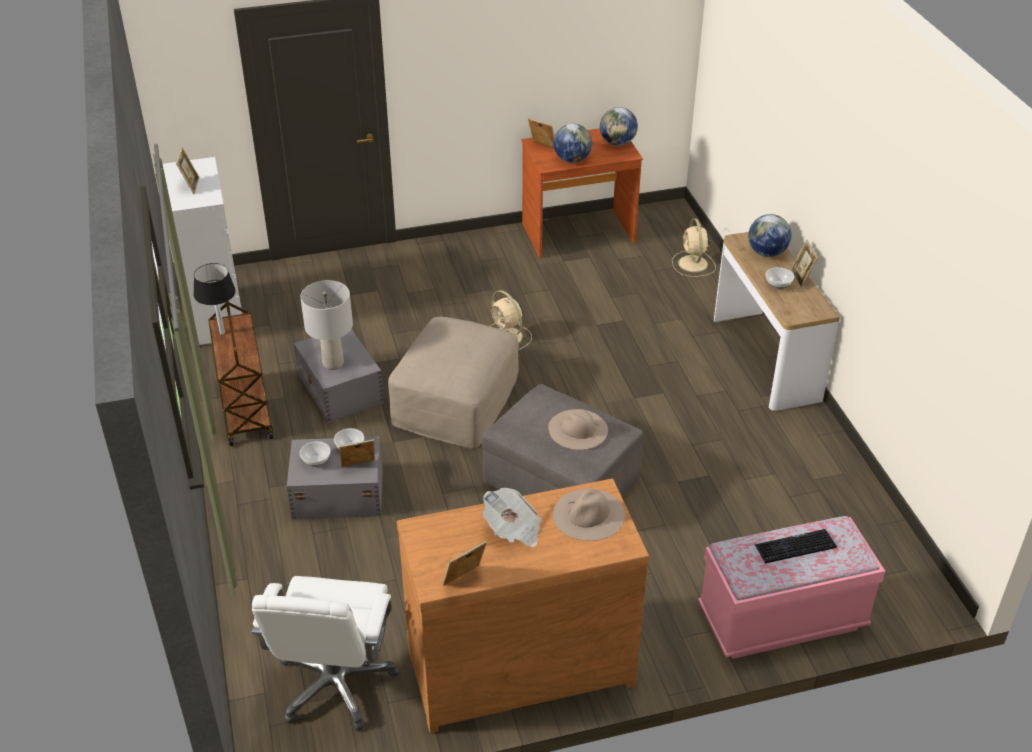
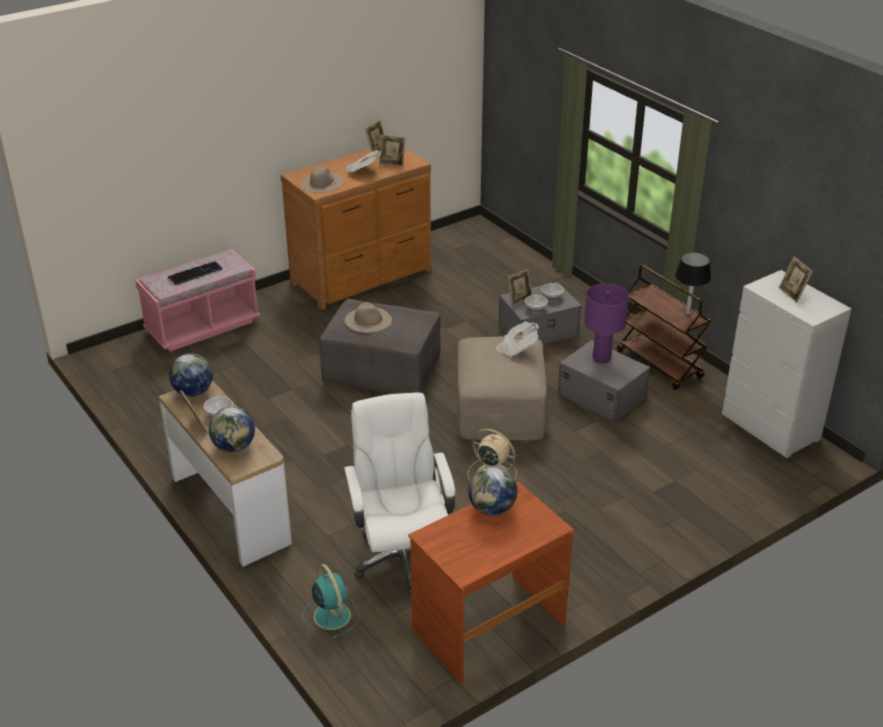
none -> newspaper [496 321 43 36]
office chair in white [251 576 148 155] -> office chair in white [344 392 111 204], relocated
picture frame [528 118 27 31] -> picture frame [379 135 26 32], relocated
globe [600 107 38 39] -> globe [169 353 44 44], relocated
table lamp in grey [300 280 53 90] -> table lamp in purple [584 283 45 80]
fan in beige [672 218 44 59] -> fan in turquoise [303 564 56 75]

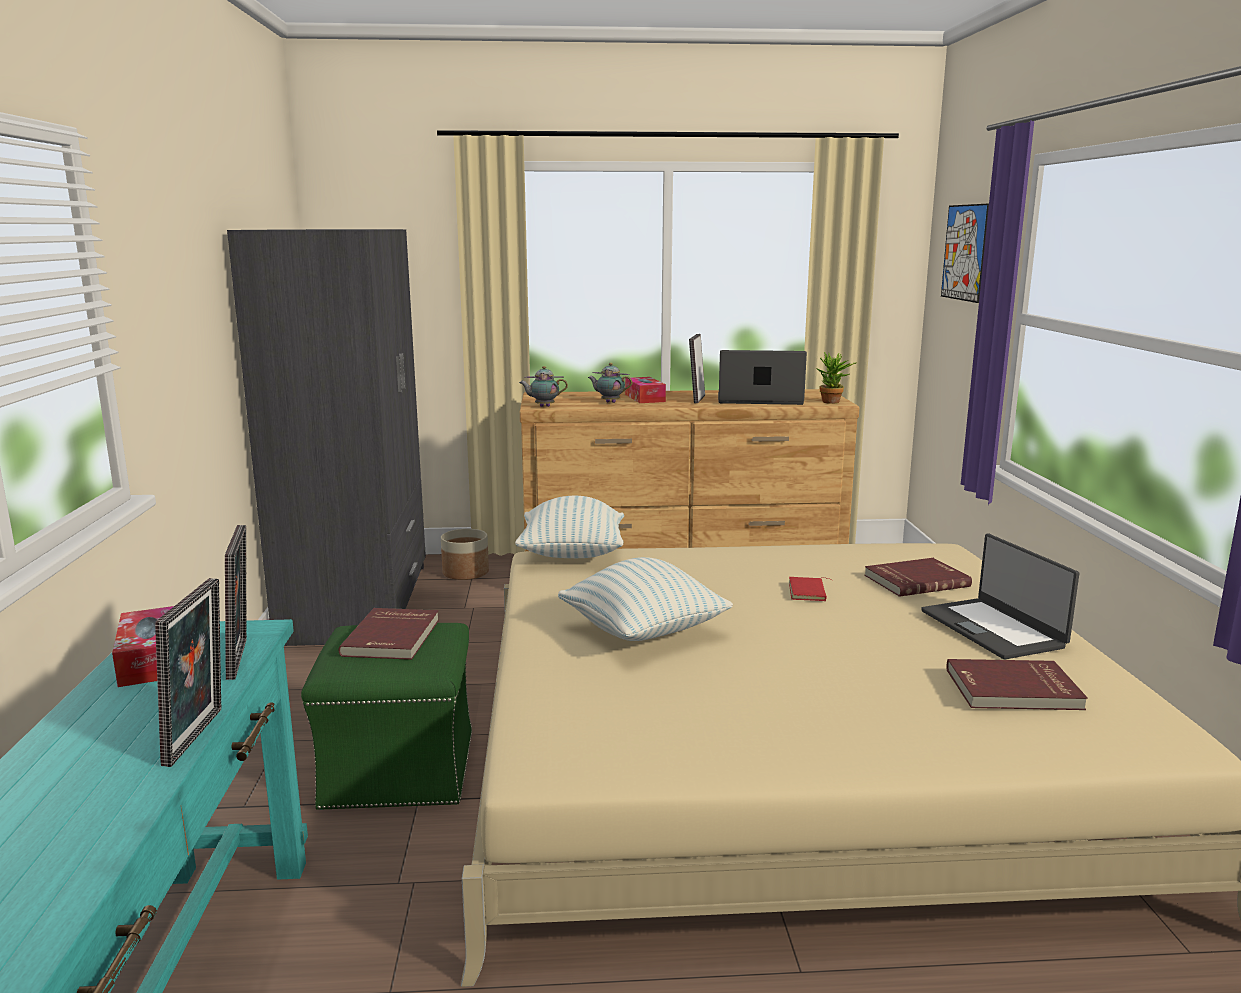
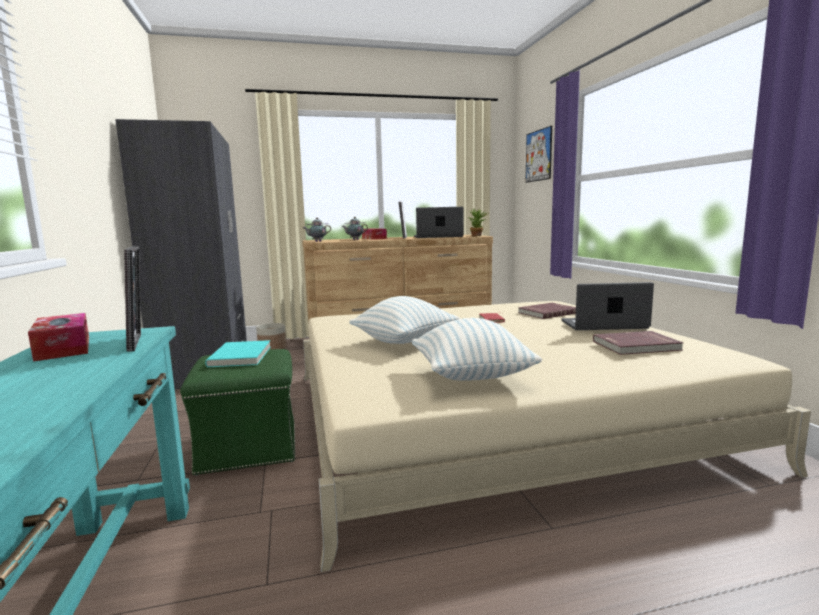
picture frame [155 578 67 189] -> none
pillow [515 496 109 62] -> pillow [412 318 130 63], relocated
book in red [338 608 101 52] -> book in turquoise [205 340 66 27]
laptop [921 534 158 125] -> laptop [562 282 92 48], 120 degrees clockwise

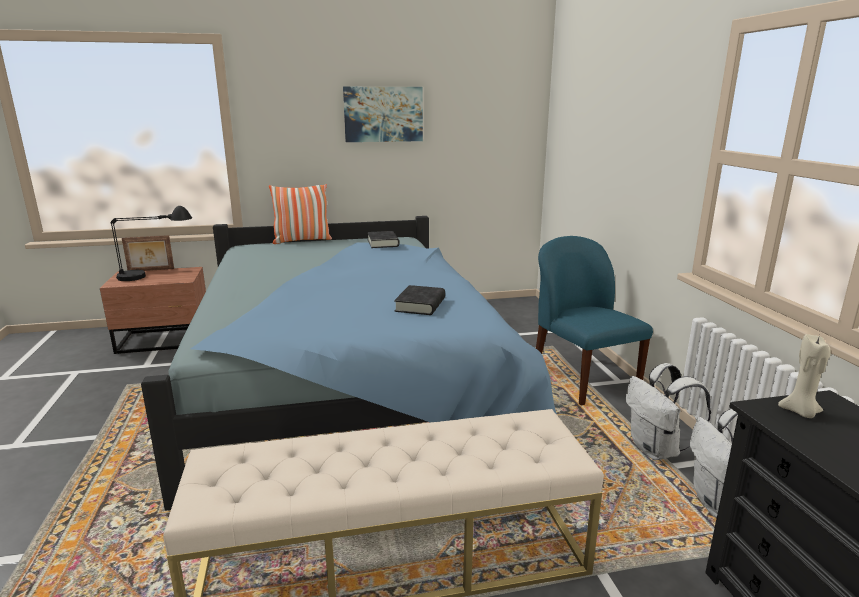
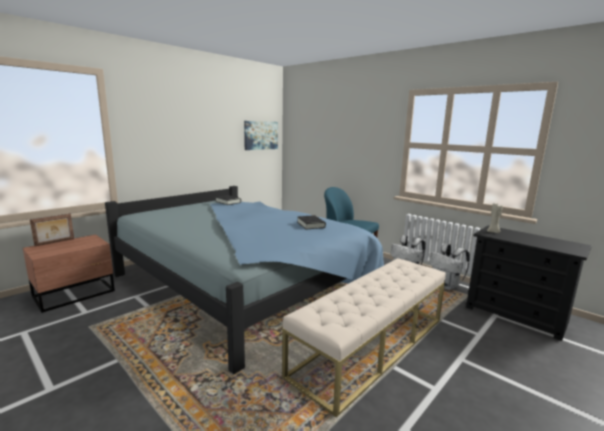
table lamp in black [111 206 81 75] -> none
pillow [269 184 63 60] -> none
picture [343 87 80 55] -> picture [244 121 34 29], relocated

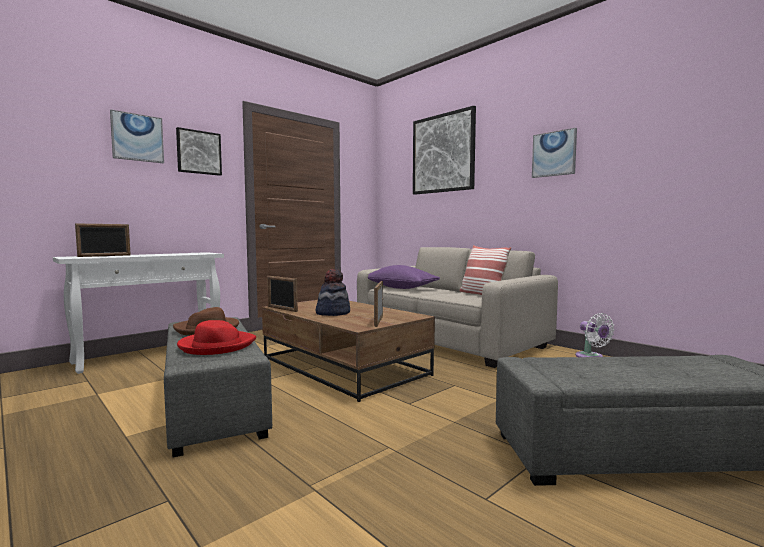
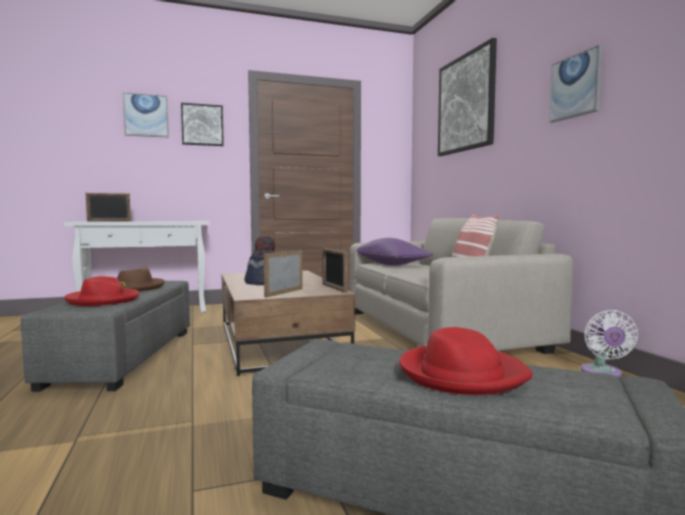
none -> hat in red [399 327 134 68]
picture frame [267 276 31 36] -> picture frame [323 248 25 45], relocated

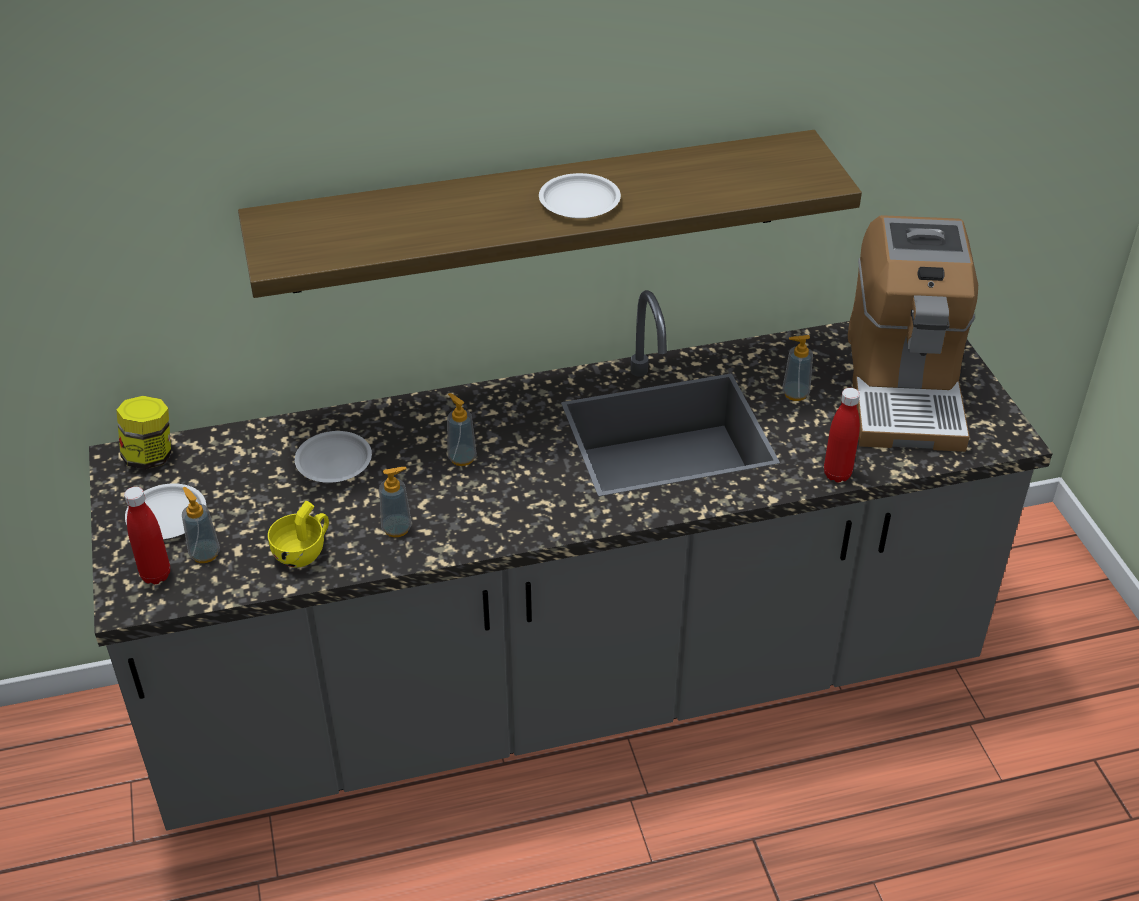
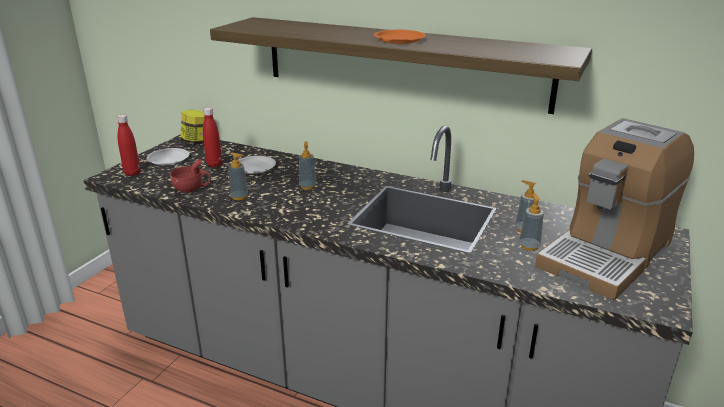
soap dispenser [182 487 38 76] -> soap dispenser [519 193 25 58], relocated
bottle in red [824 388 36 94] -> bottle in red [203 108 19 59], relocated
cup in yellow [268 501 61 66] -> cup in red [170 159 41 34]
plate in white [539 173 82 45] -> plate in orange [374 30 52 14]

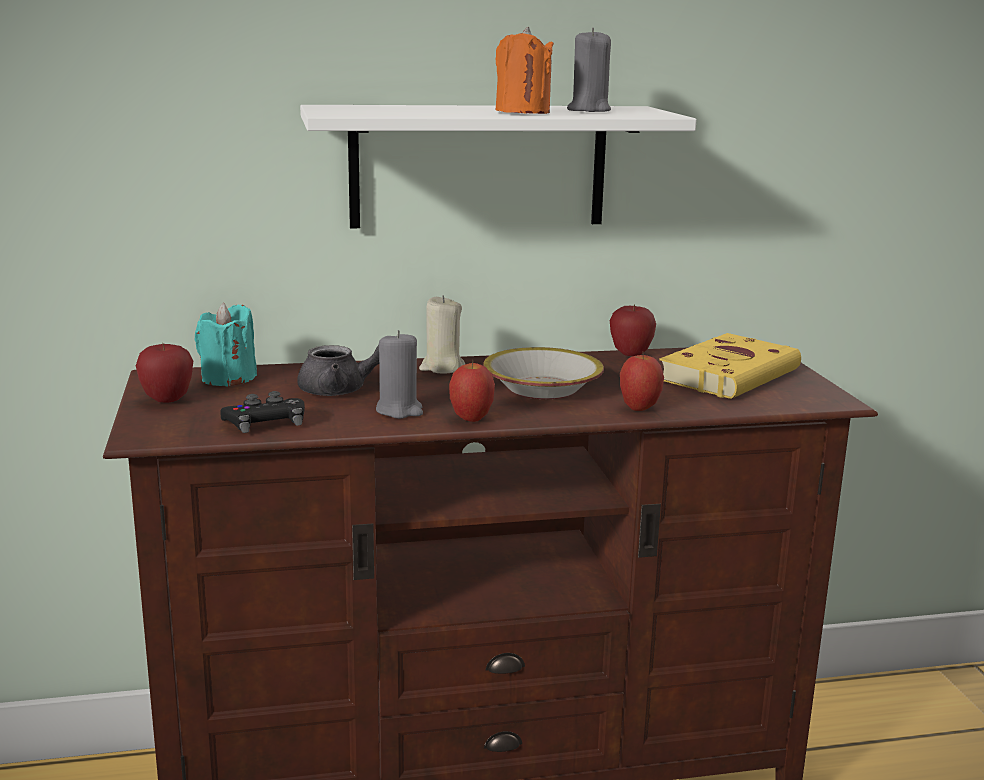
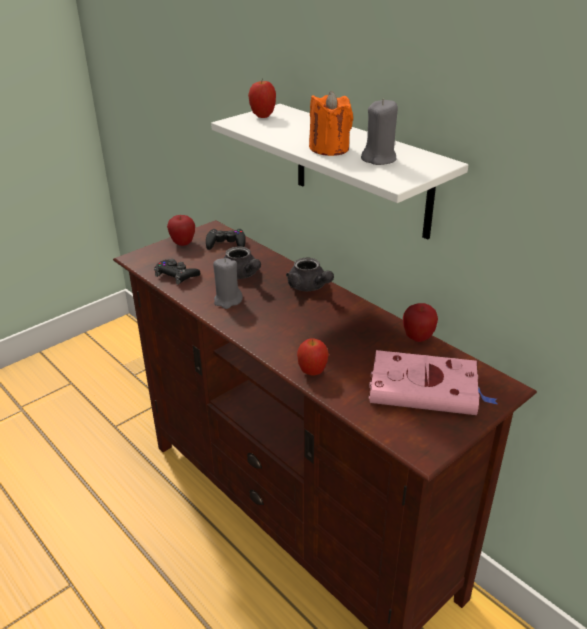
bowl [483 347 121 52] -> none
apple [449 360 46 62] -> apple [248 81 28 37], relocated
candle in turquoise [195 303 62 84] -> game controller in black [206 229 40 21]
candle in beige [419 295 46 78] -> teapot in grey [286 258 48 33]
book in yellow [659 333 142 66] -> book in pink [369 350 128 65]

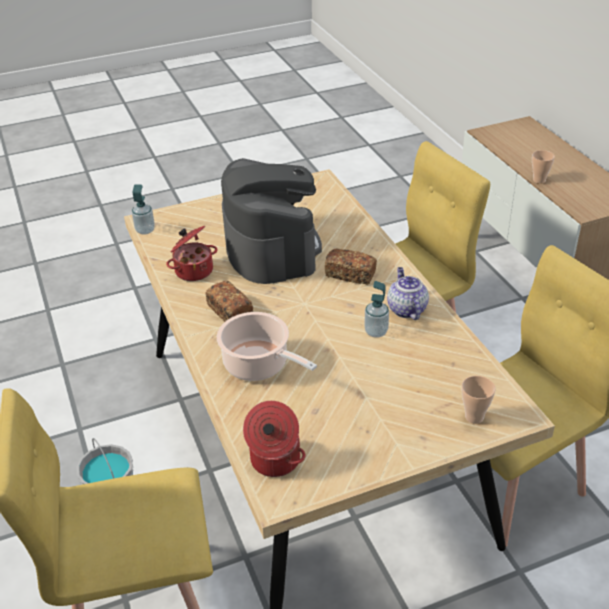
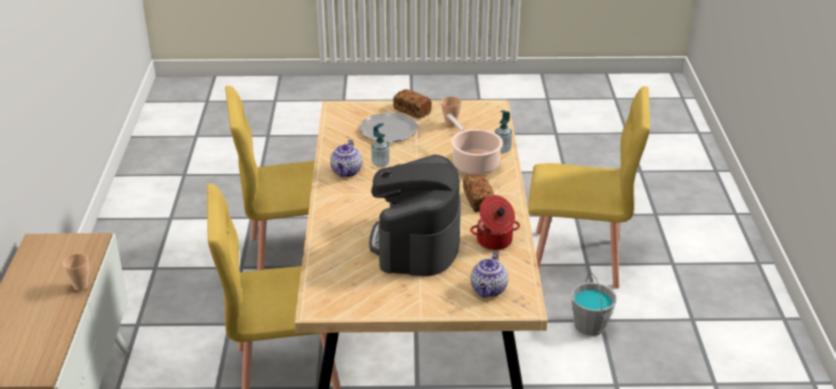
cooking pot [243 401 63 76] -> none
none -> plate [359 112 60 31]
none -> teapot [471 252 37 46]
soap dispenser [132 184 23 51] -> soap dispenser [495 110 17 43], relocated
bread [325 249 52 36] -> bread [393 89 39 30], relocated
cup [462 376 34 48] -> cup [441 97 21 31], relocated

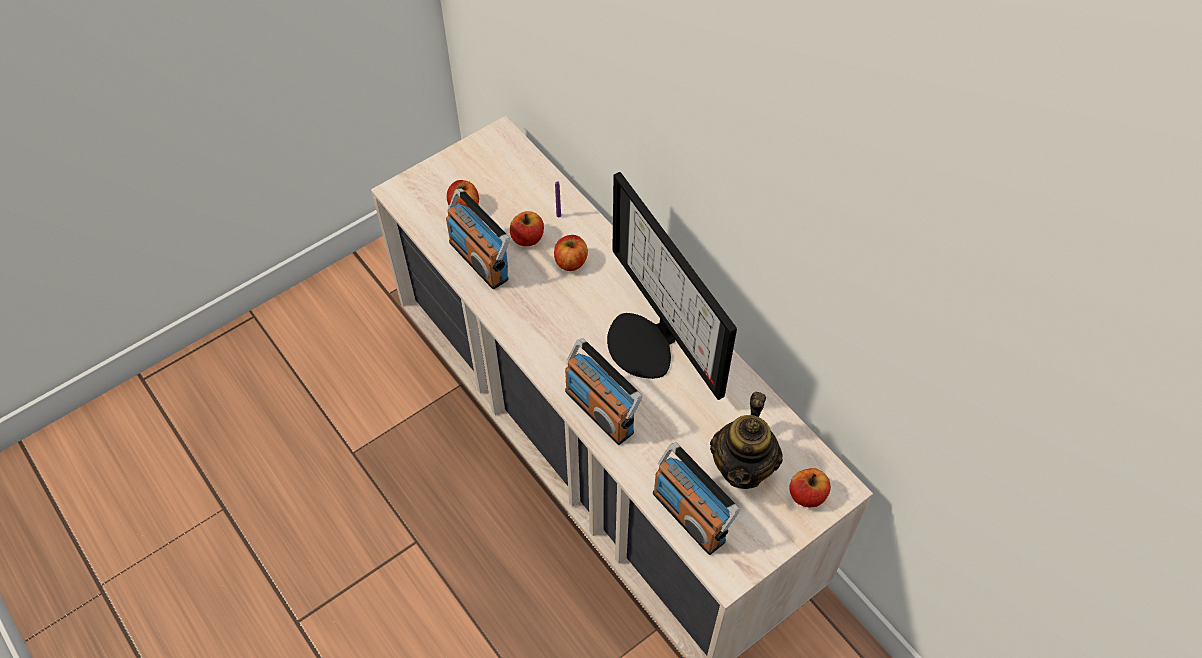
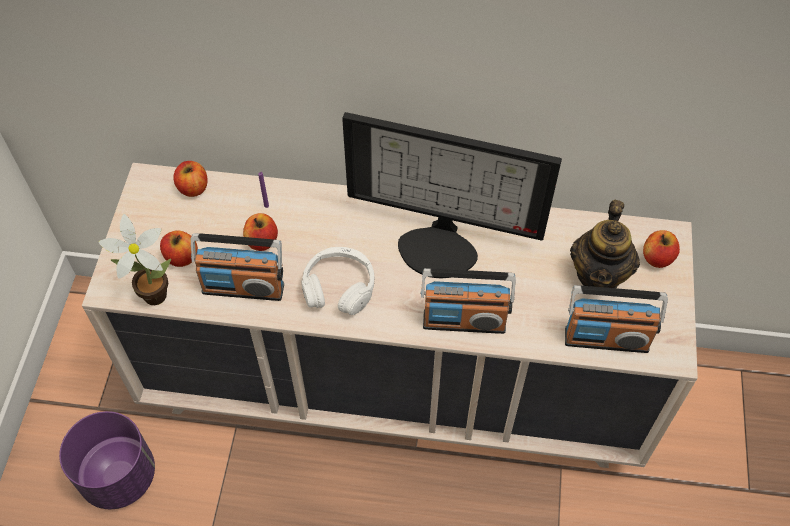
none -> planter in purple [59 411 96 98]
none -> potted plant [99 214 72 91]
none -> headphones in white [301 247 73 68]
apple [554 235 34 36] -> apple [174 161 33 36], relocated
teapot [710 392 73 97] -> teapot [570 200 70 88], 45 degrees clockwise

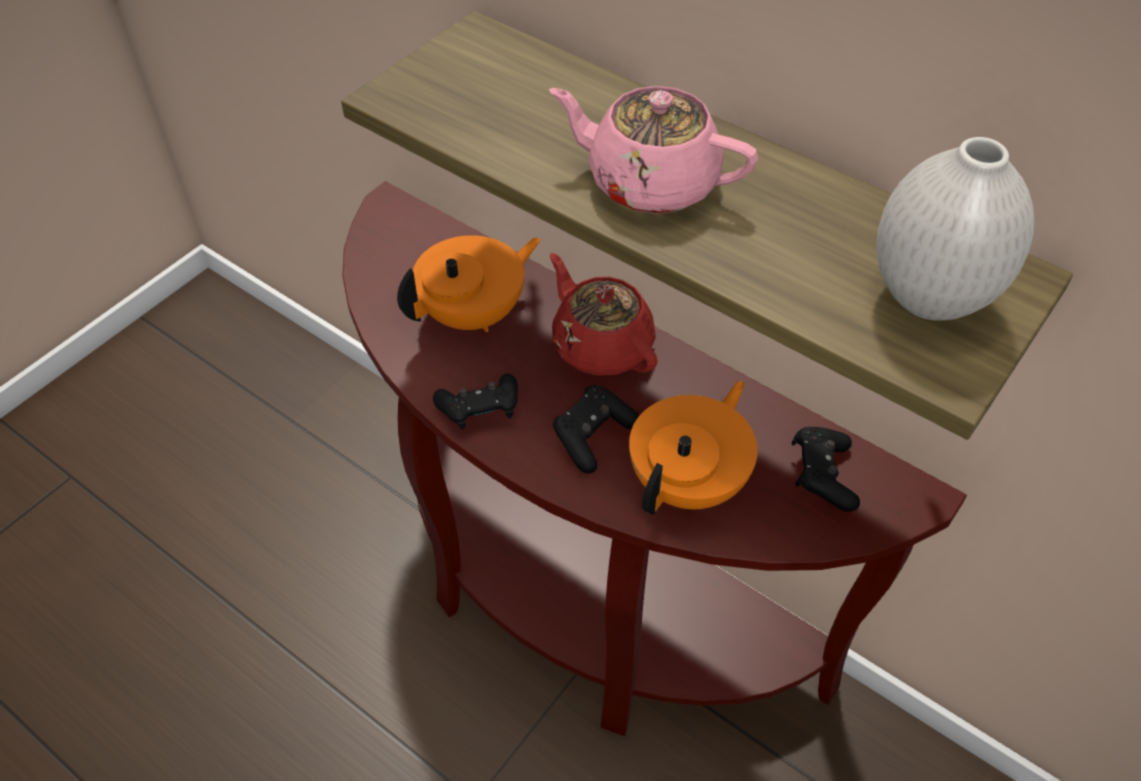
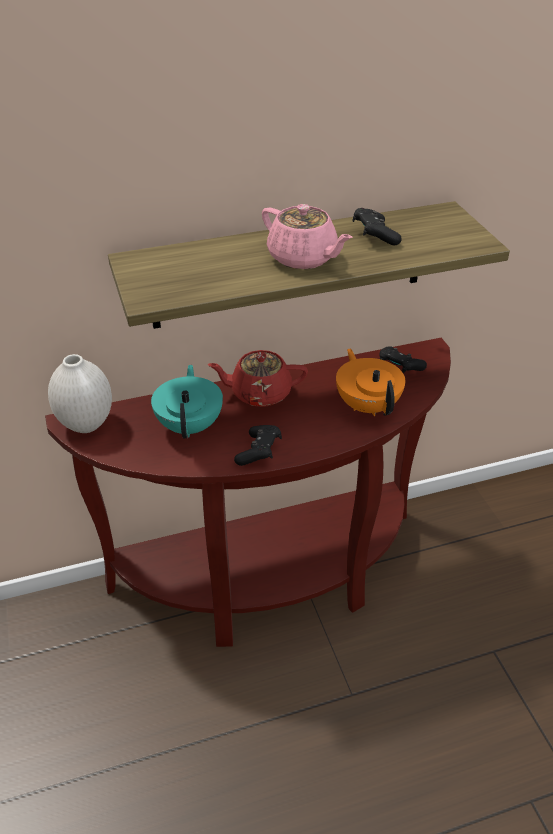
game controller in black [553 385 86 89] -> game controller in black [352 208 50 37], relocated
vase in white [876 137 158 184] -> vase in white [48 354 64 79], relocated
teapot in orange [397 235 144 98] -> teapot in turquoise [151 365 72 73]
teapot in pink [549 86 209 128] -> teapot in pink [262 204 91 65], 105 degrees counterclockwise

